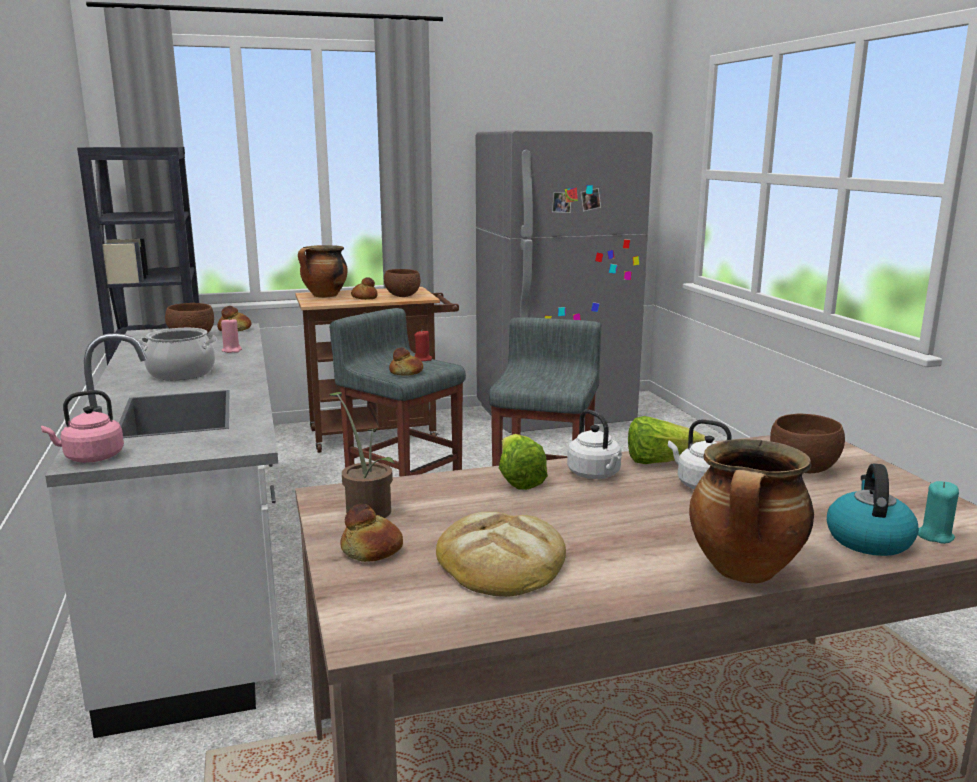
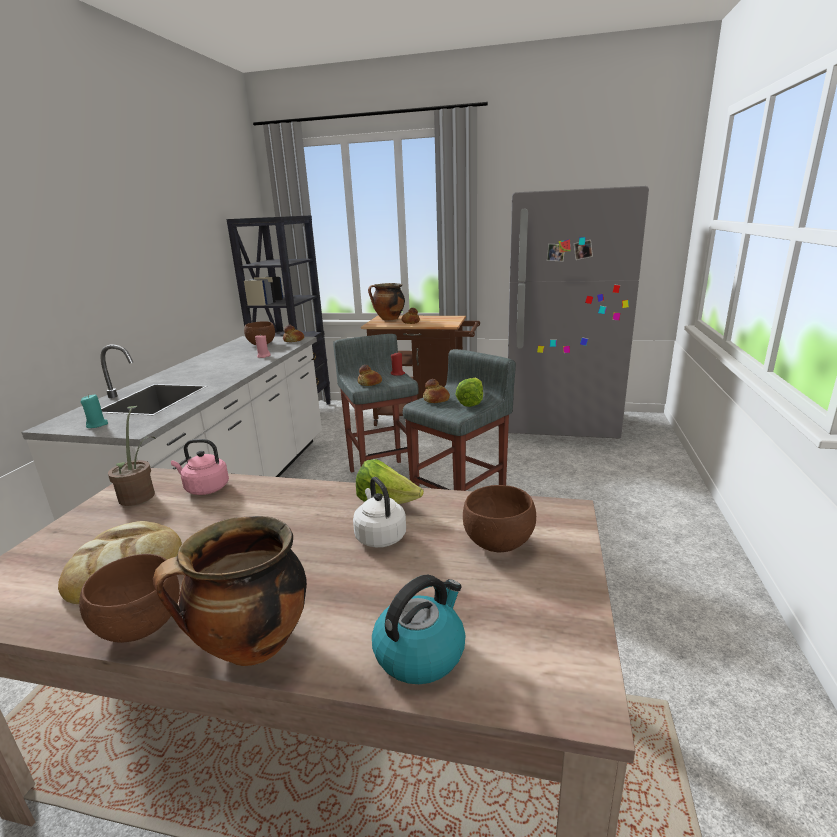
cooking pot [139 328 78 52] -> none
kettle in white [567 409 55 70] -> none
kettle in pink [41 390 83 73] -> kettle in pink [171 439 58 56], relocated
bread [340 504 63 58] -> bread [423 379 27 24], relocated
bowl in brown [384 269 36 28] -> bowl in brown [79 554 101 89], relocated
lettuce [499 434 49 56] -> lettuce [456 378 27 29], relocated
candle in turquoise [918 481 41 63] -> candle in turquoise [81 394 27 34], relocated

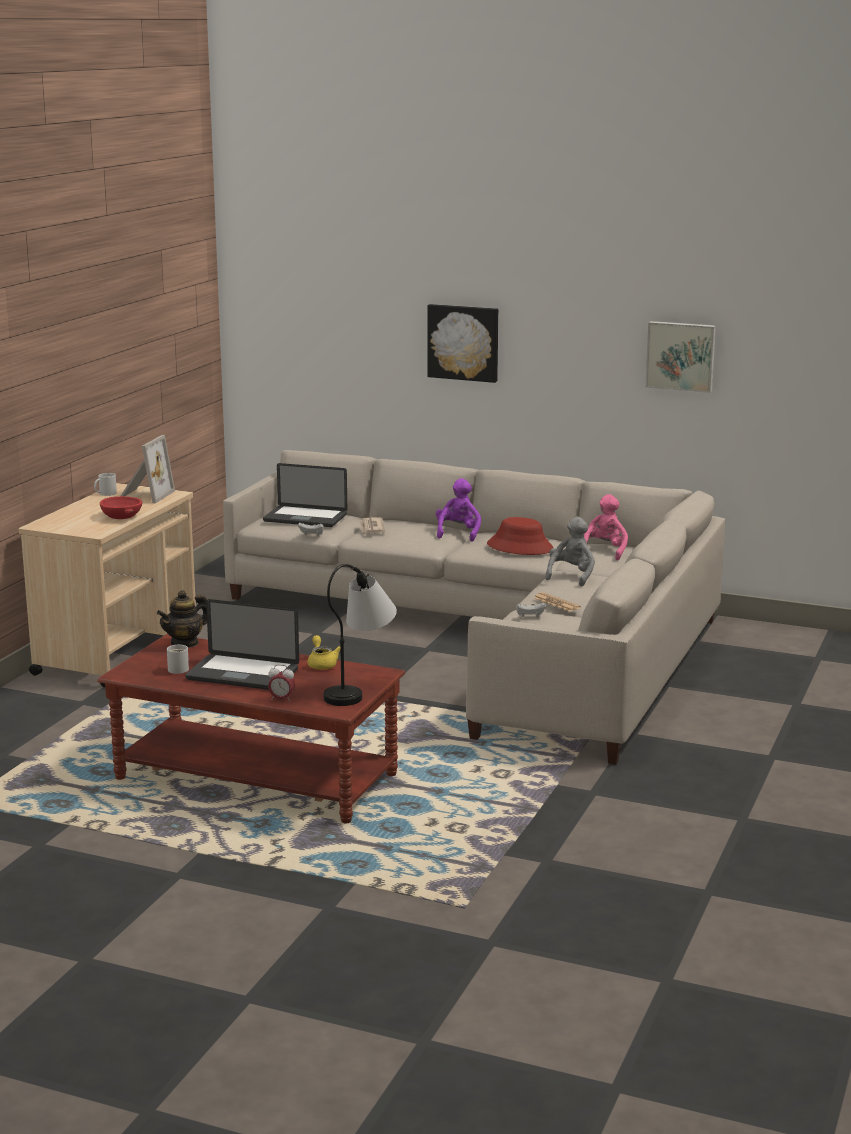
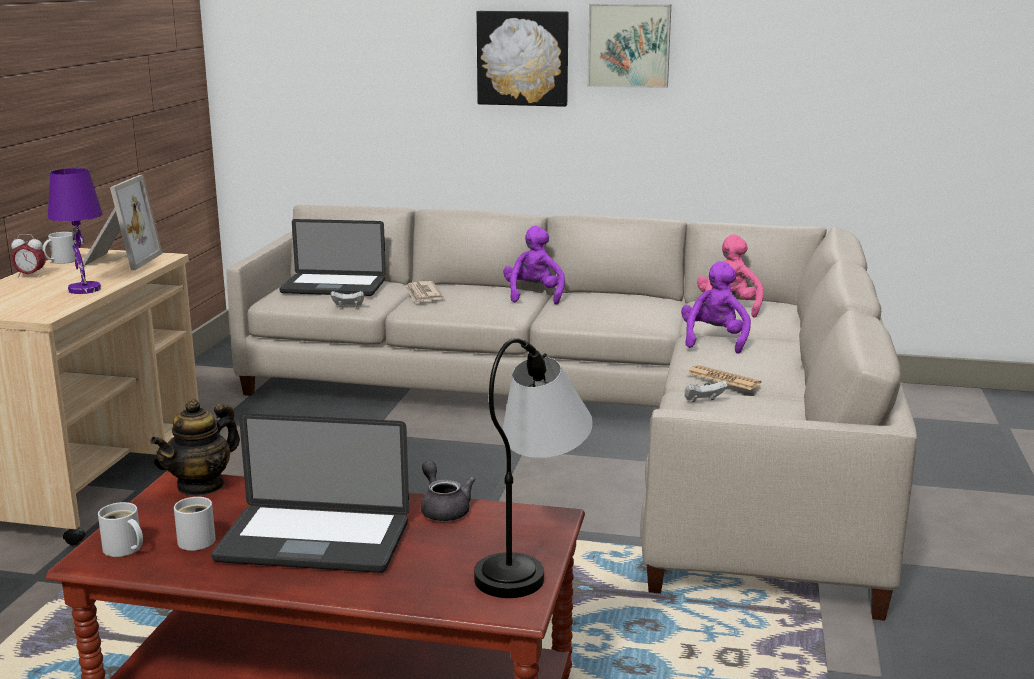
hat in red [487 517 67 38] -> none
none -> mug in white [98 502 45 55]
alarm clock [268 665 27 37] -> alarm clock [11 234 35 43], relocated
picture [645 321 71 72] -> picture [587 4 84 84], relocated
bowl in red [100 496 42 23] -> table lamp in purple [48 168 55 126]
teapot in yellow [308 635 32 35] -> teapot in grey [421 460 54 61]
plush toy in grey [545 517 50 69] -> plush toy in purple [681 261 70 93]

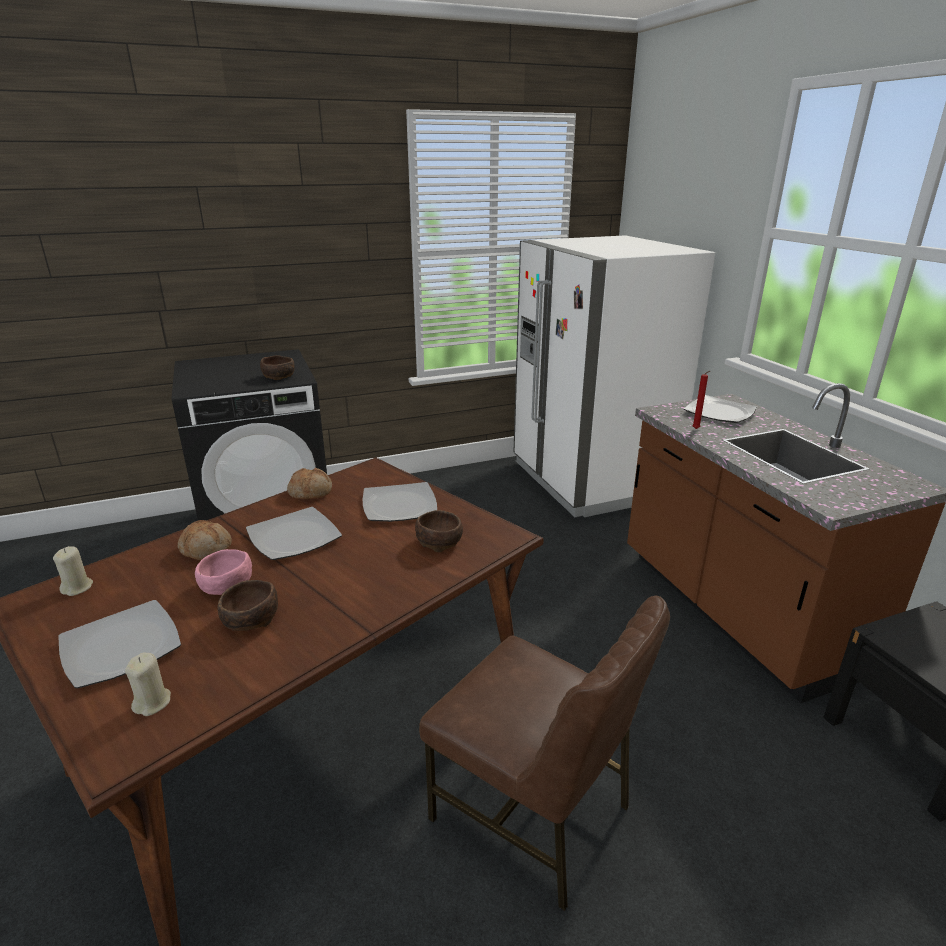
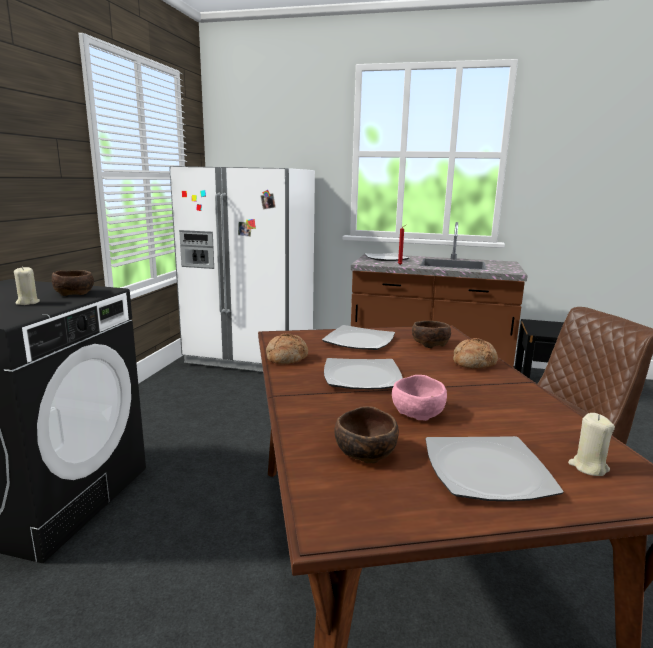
candle in beige [53 546 40 50] -> candle in beige [14 266 26 39], relocated
bread [178 520 54 40] -> bread [453 338 45 31], relocated
bowl in brown [217 580 61 51] -> bowl in brown [334 406 65 57], relocated

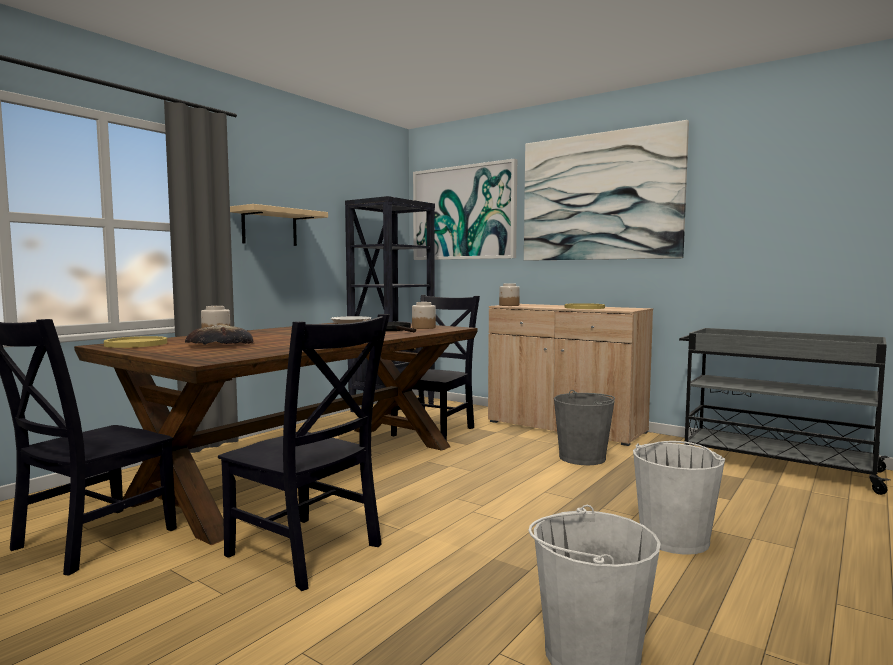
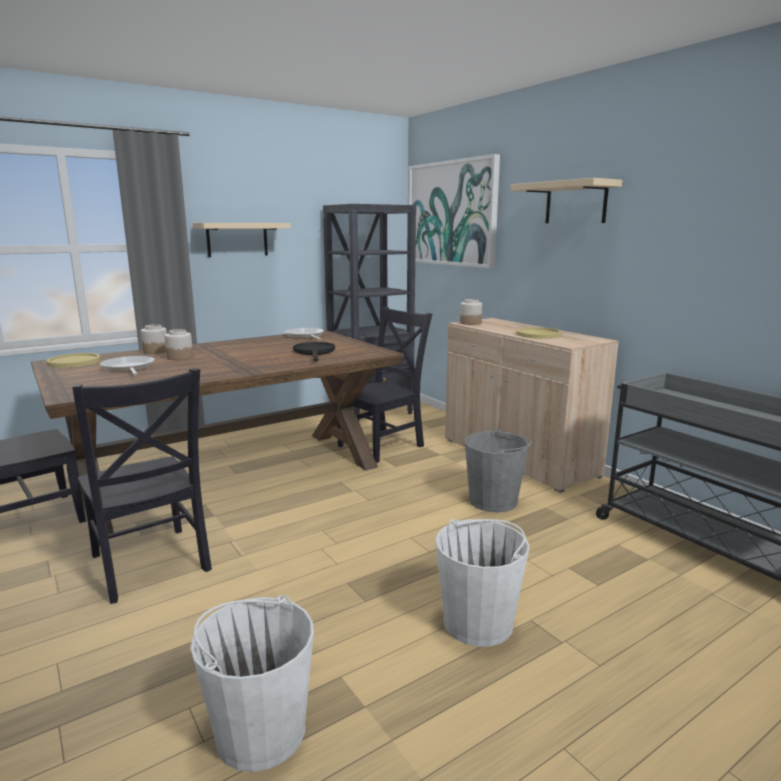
jar [412 302 24 27] -> jar [165 329 28 31], relocated
bread [185 324 68 21] -> frying pan [100 356 55 20]
picture [524 120 165 141] -> shelf in beige [511 178 111 45]

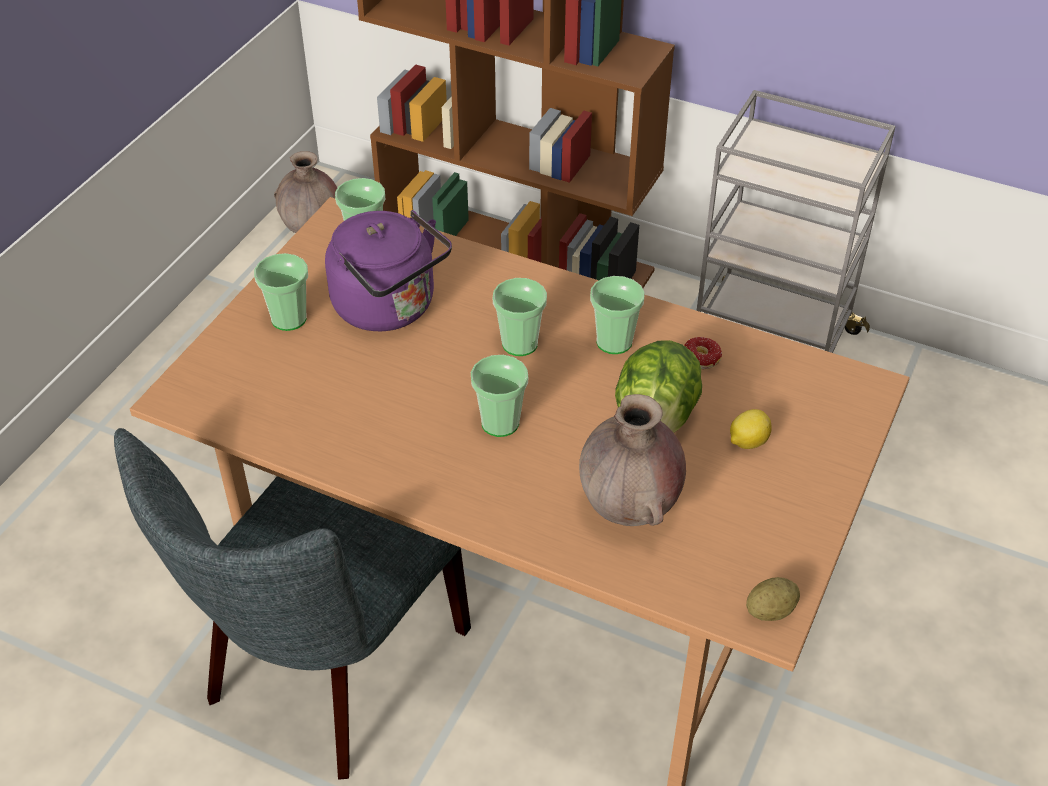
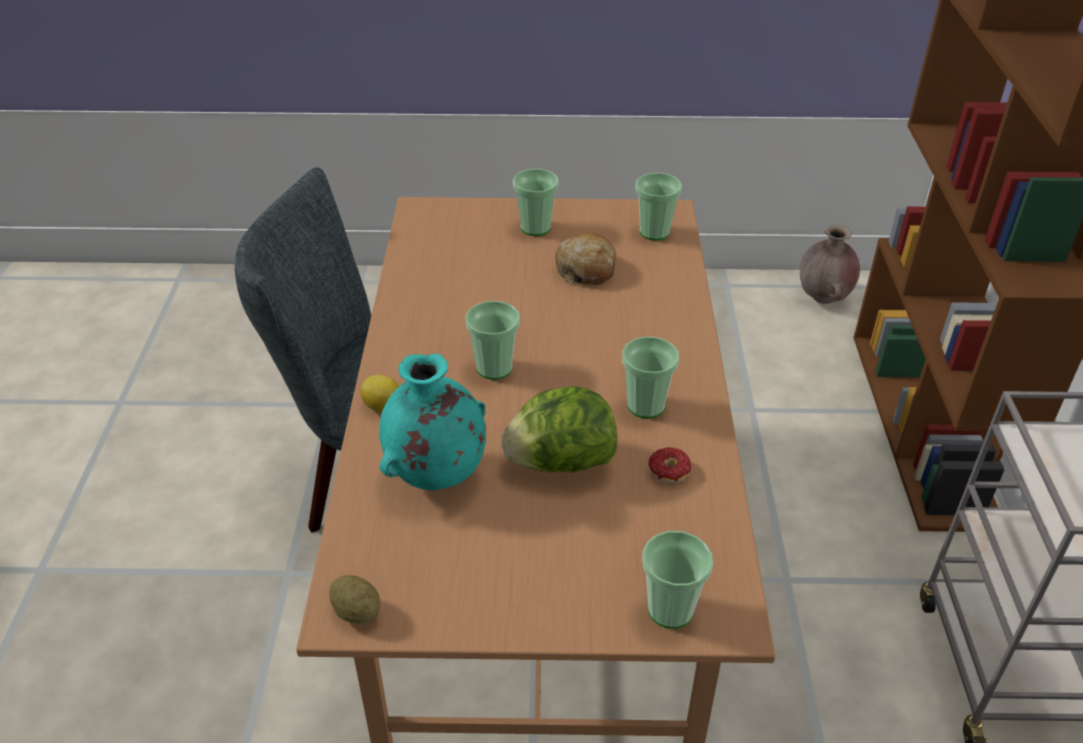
cup [493 278 54 78] -> cup [642 531 71 98], relocated
lemon [730 409 42 40] -> lemon [360 375 39 37], relocated
kettle in purple [325 210 127 121] -> bread [555 232 61 53]
vase in brown [579 394 107 132] -> vase in turquoise [379 354 107 136]

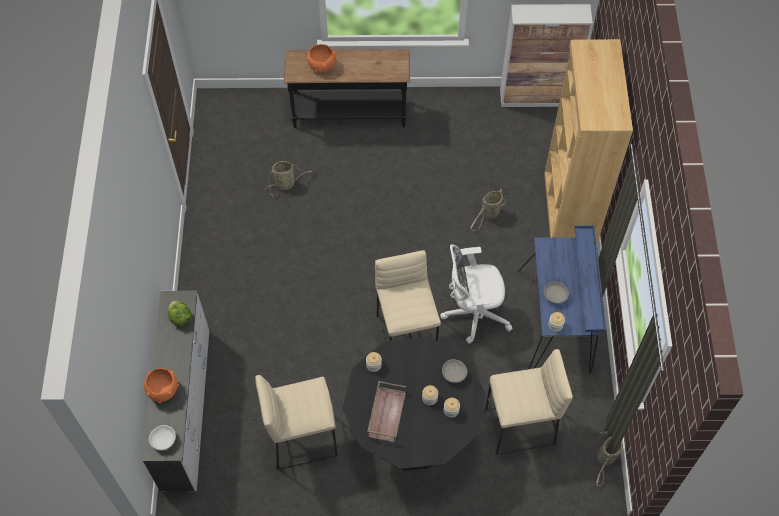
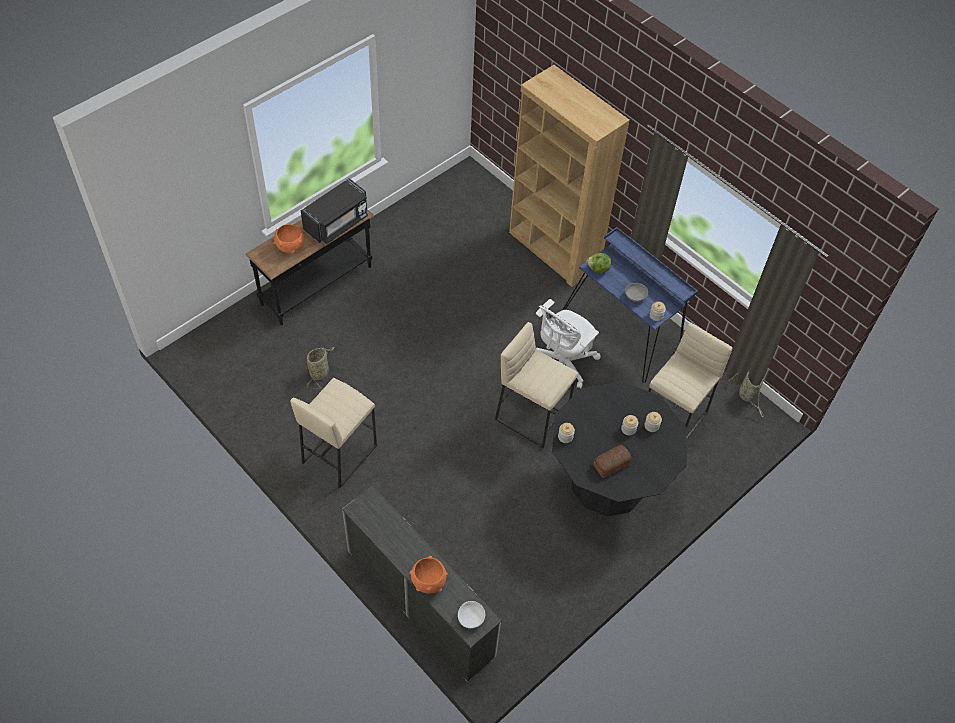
bowl in grey [442 359 25 24] -> none
basket [470 189 35 42] -> none
cabinet [500 4 93 103] -> none
none -> microwave in black [301 178 67 66]
lettuce [168 301 23 24] -> lettuce [586 253 25 20], relocated
stool in beige [255 375 83 95] -> stool in beige [290 378 87 110], relocated
tray in brown [367 381 39 62] -> bread [593 445 39 33]

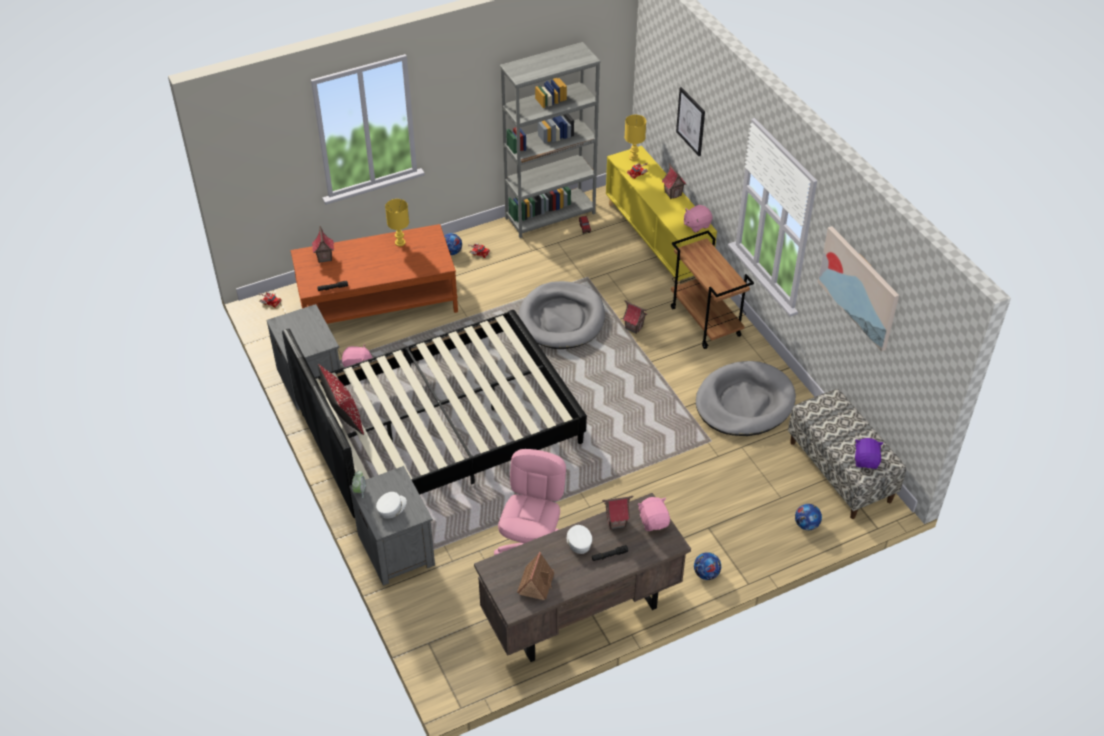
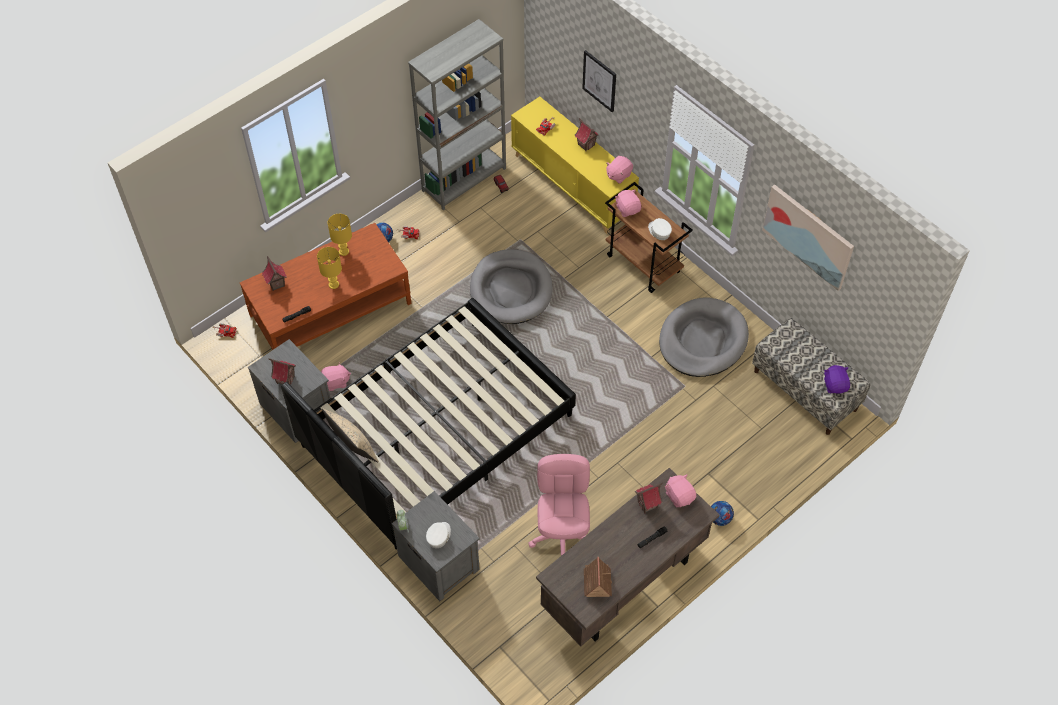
football [795 504 27 26] -> none
none -> plush toy in pink [615 189 26 28]
cap in white [567 525 25 29] -> cap in white [648 218 24 22], relocated
toy house [623 300 24 34] -> toy house [268 358 28 27], relocated
table lamp in yellow [625 115 21 46] -> table lamp in yellow [317 247 25 42], relocated
pillow in red [318 364 46 71] -> pillow in beige [322 408 57 55]

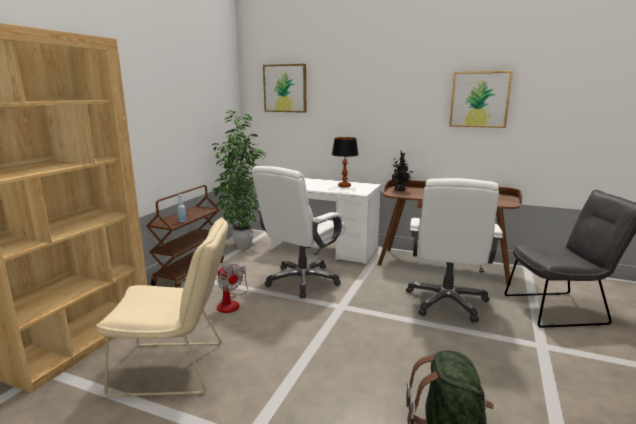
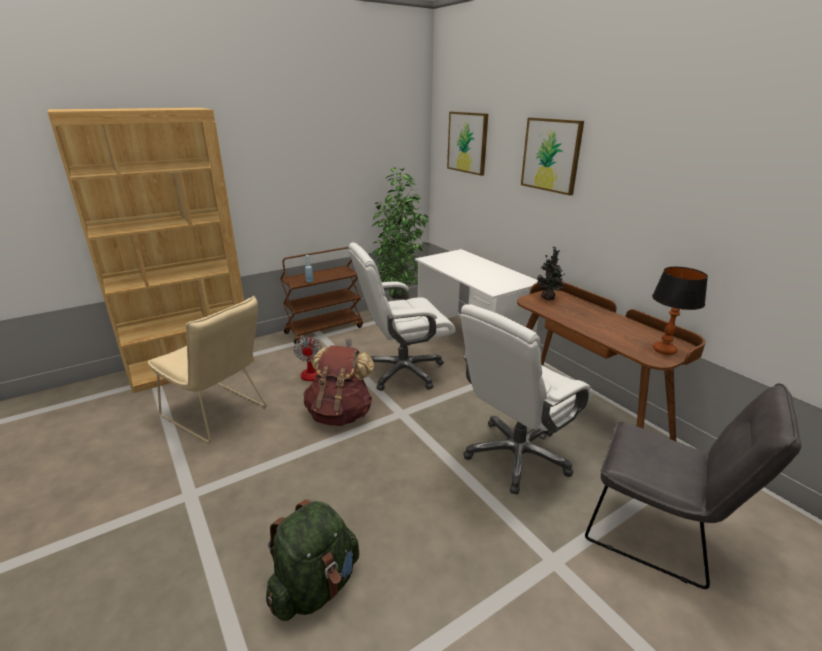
none -> backpack in brown [303 345 71 81]
table lamp [332 137 27 51] -> table lamp [652 267 56 88], relocated
picture [449 71 64 57] -> picture [521 117 63 78], relocated

